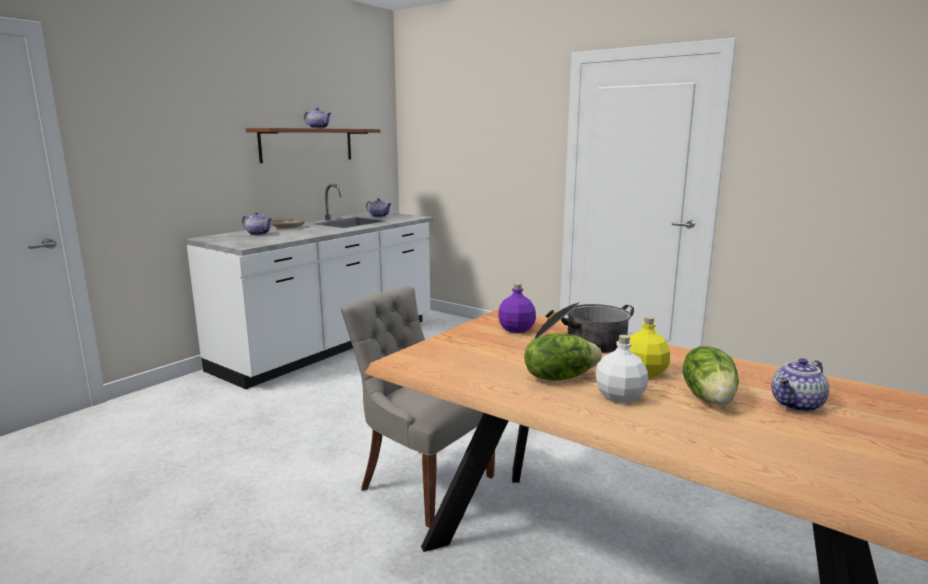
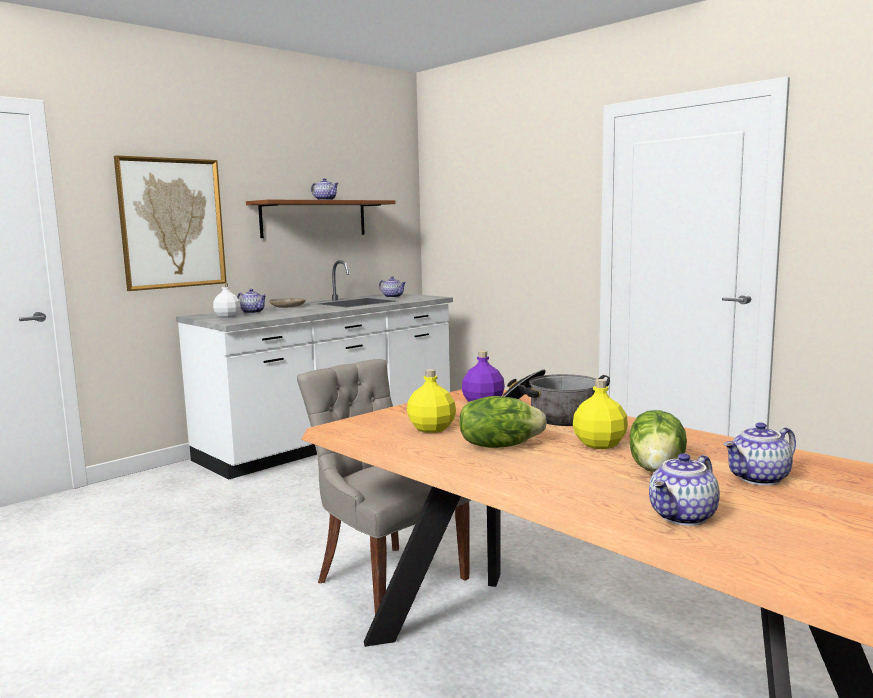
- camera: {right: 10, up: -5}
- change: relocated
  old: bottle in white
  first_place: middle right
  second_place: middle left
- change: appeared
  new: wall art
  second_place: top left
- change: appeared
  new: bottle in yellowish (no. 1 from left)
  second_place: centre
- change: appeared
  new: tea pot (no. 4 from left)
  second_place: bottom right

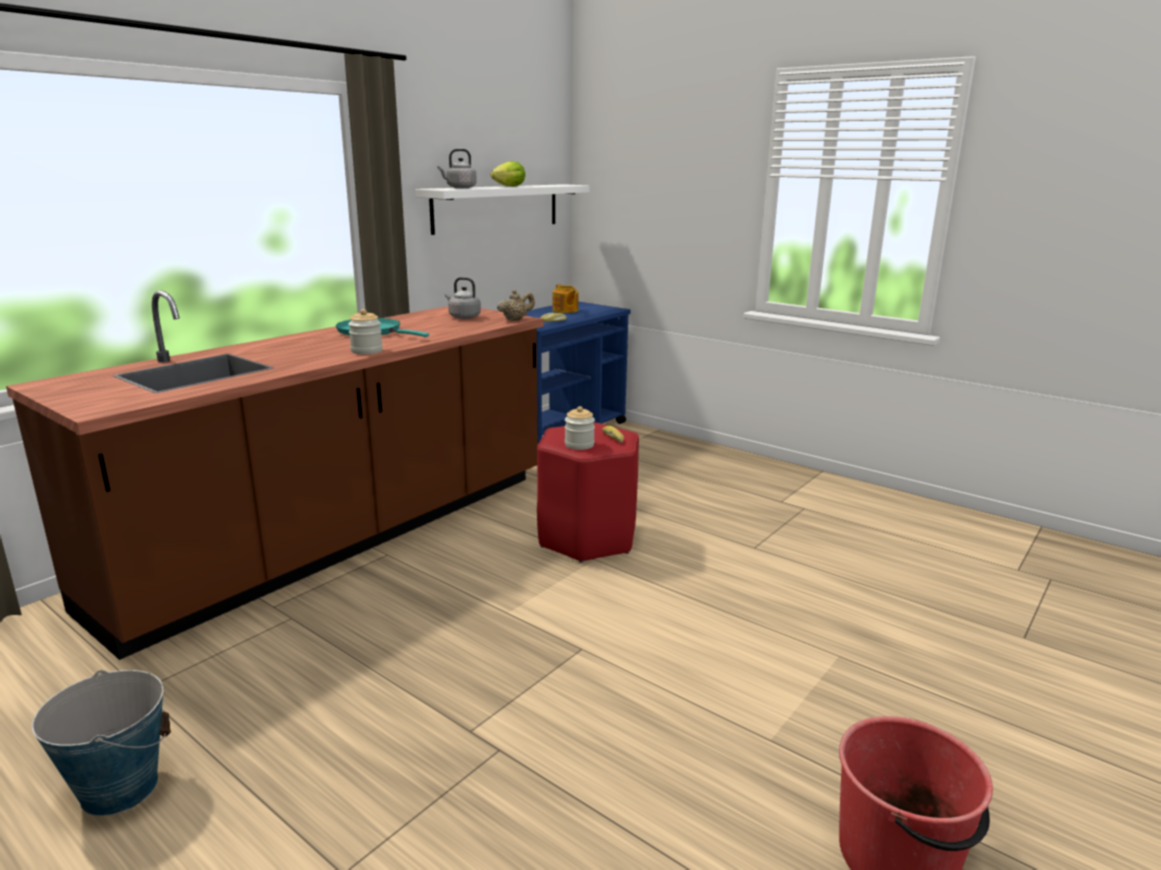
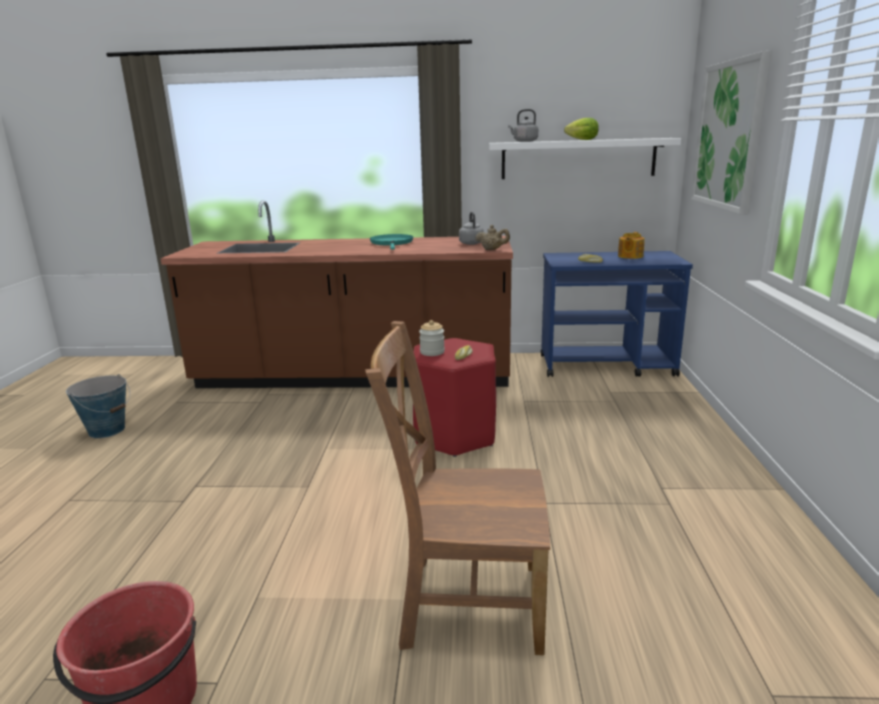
- camera: {right: 55, up: 0}
- change: missing
  old: preserve jar (no. 1 from left)
  first_place: middle left
- change: appeared
  new: wall art
  second_place: top right
- change: appeared
  new: plain chair in brown
  second_place: bottom centre

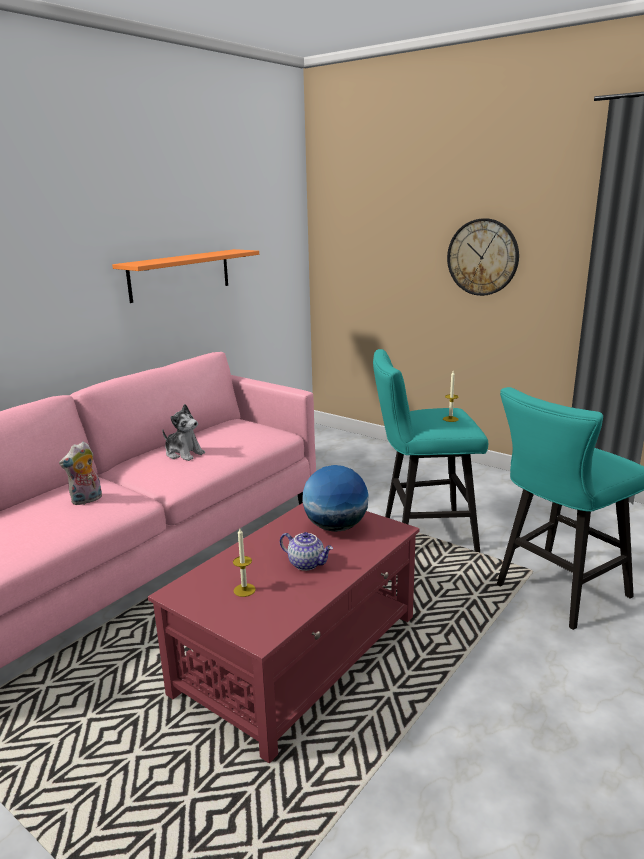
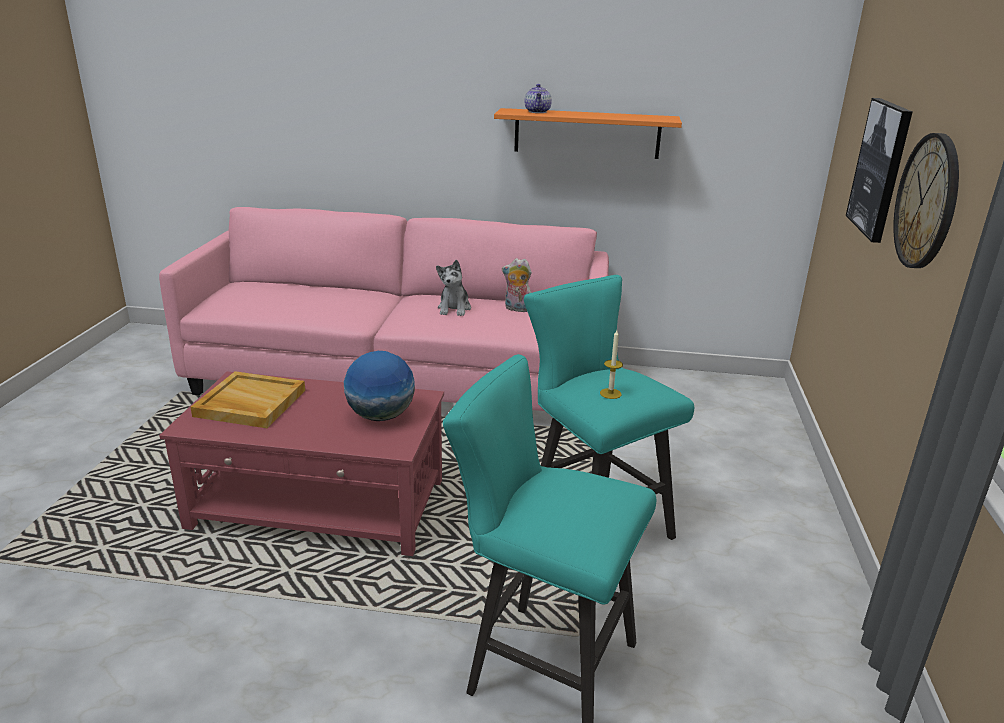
- camera: {right: 60, up: 5}
- change: relocated
  old: plush toy (no. 1 from left in the first image)
  new: plush toy (no. 2 from left)
  first_place: middle left
  second_place: centre
- change: exchanged
  old: wax candle (no. 1 from left)
  new: carrying tray in beige-coloured
  first_place: centre
  second_place: middle left
- change: relocated
  old: tea pot
  first_place: centre
  second_place: top centre
- change: appeared
  new: wall art
  second_place: top right

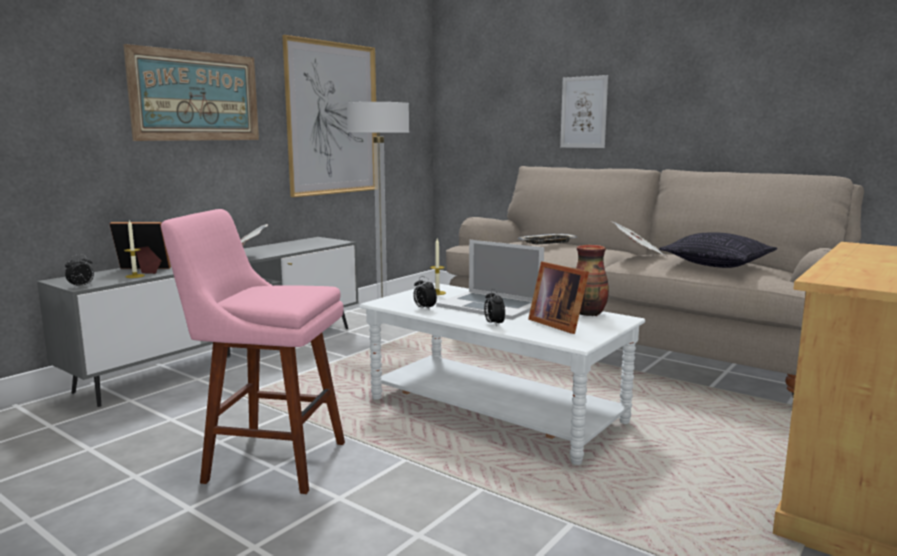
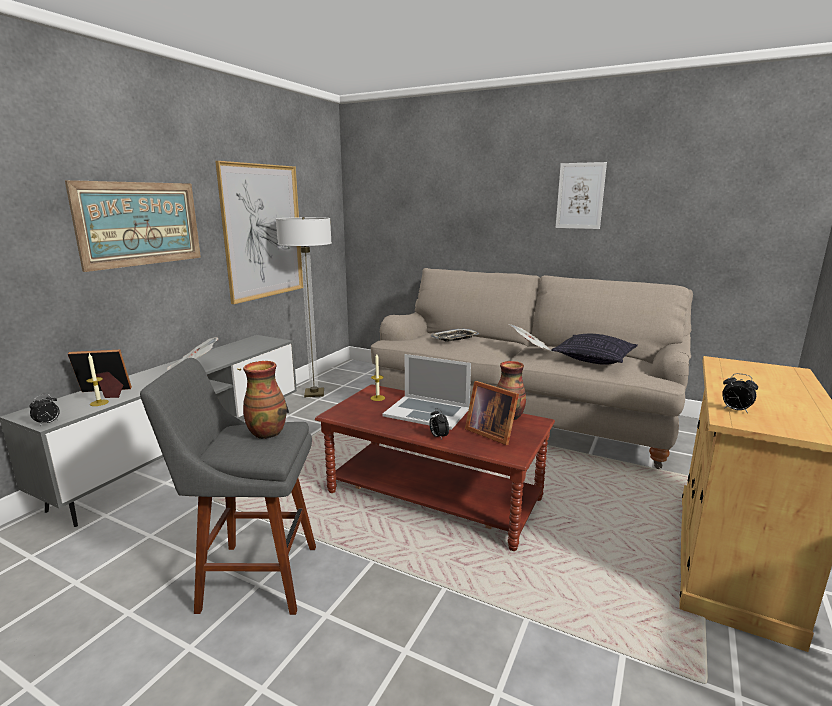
- camera: {right: -10, up: 5}
- change: relocated
  old: wall art (no. 3 from left)
  first_place: top centre
  second_place: top right
- change: colour
  old: sitting stool in pink
  new: sitting stool in gray
  first_place: middle left
  second_place: bottom left
- change: relocated
  old: table clock (no. 2 from left in the first image)
  new: table clock (no. 3 from left)
  first_place: centre
  second_place: middle right
- change: colour
  old: coffee table in white
  new: coffee table in brown
  first_place: bottom centre
  second_place: centre
- change: appeared
  new: vase (no. 1 from left)
  second_place: middle left

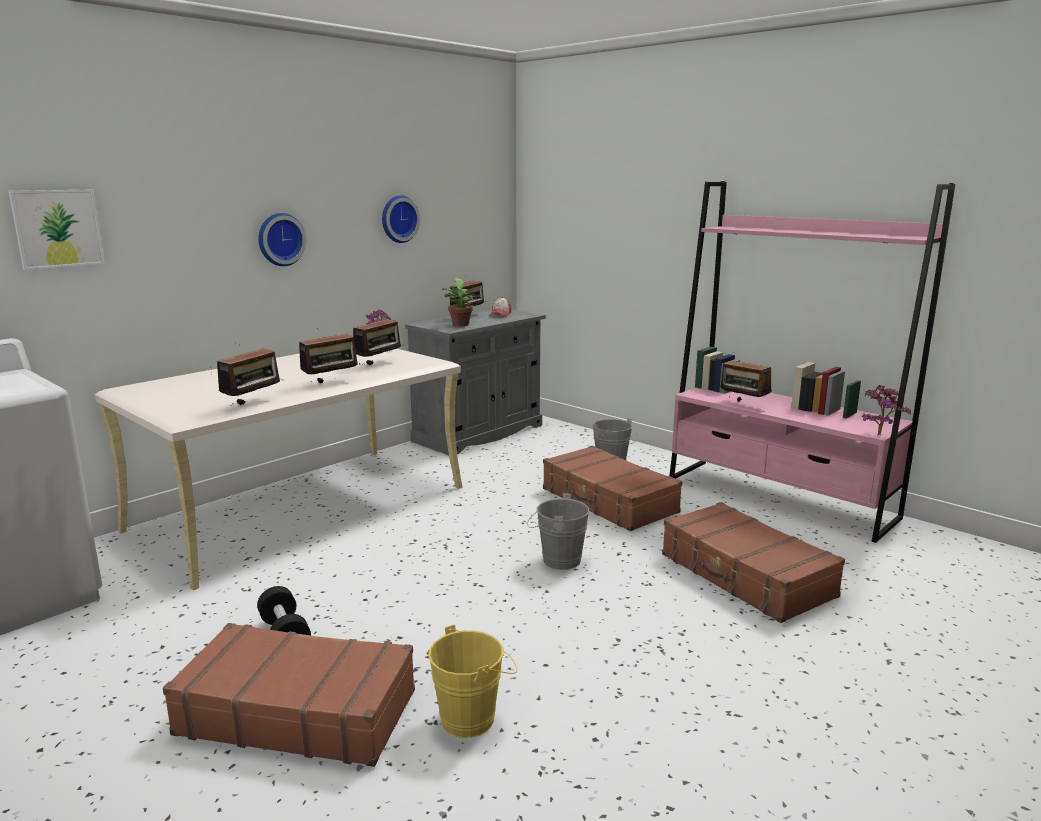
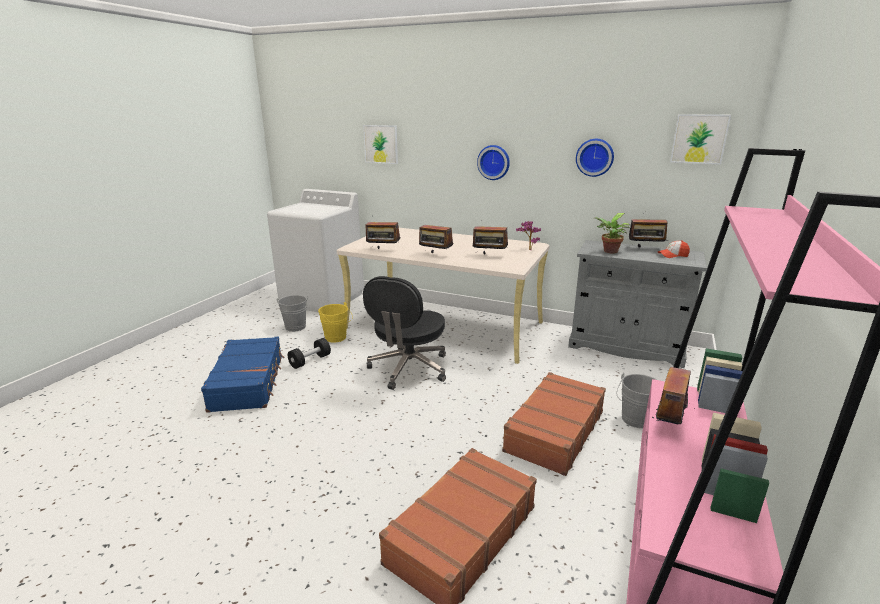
- camera: {right: 70, up: 5}
- change: missing
  old: potted plant (no. 3 from left)
  first_place: middle right
- change: relocated
  old: pail in gray (no. 1 from left)
  first_place: centre
  second_place: middle left
- change: colour
  old: travel case in brown (no. 1 from left)
  new: travel case in blue-coloured
  first_place: bottom left
  second_place: middle left
- change: relocated
  old: pail in yellowish
  first_place: bottom centre
  second_place: centre
- change: appeared
  new: wall art (no. 2 from left)
  second_place: top right
- change: appeared
  new: computer chair in black
  second_place: centre

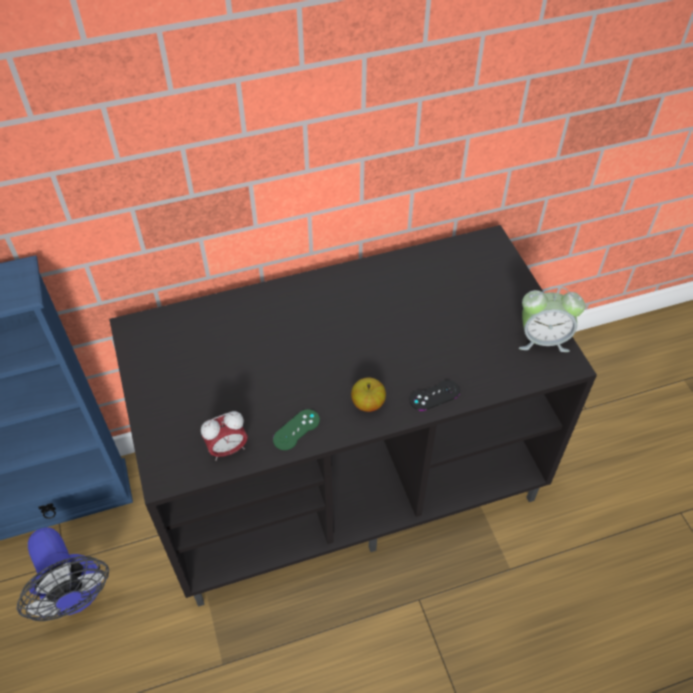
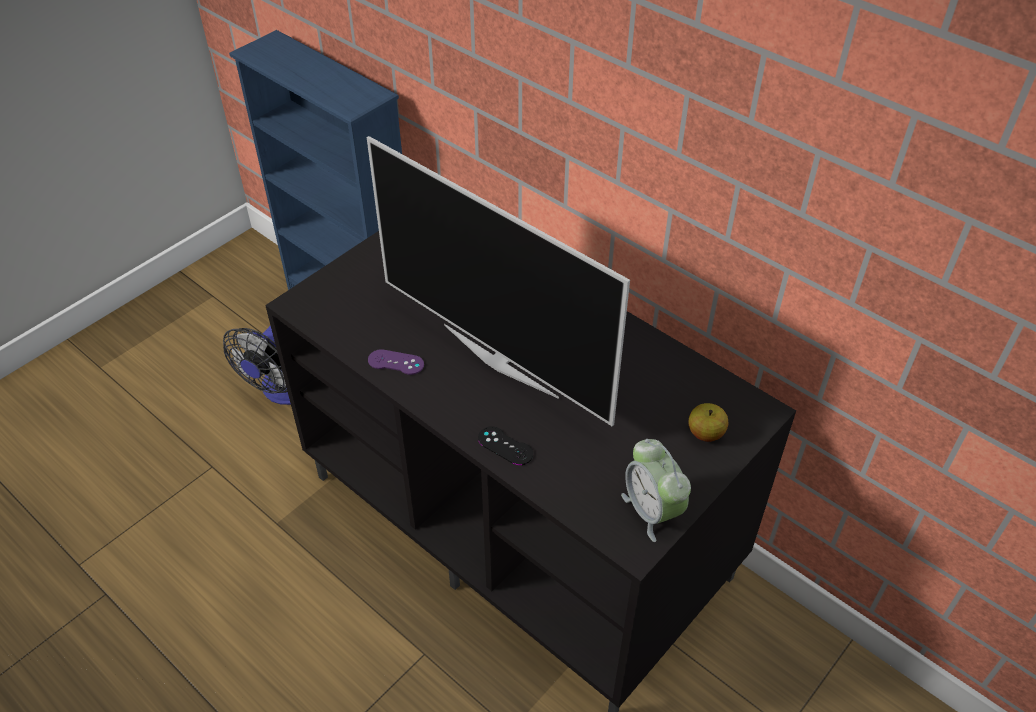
- camera: {right: 60, up: -5}
- change: relocated
  old: whole apple
  first_place: centre
  second_place: middle right
- change: colour
  old: gamepad in greenish
  new: gamepad in purple
  first_place: centre
  second_place: centre
- change: missing
  old: table clock (no. 1 from left)
  first_place: middle left
- change: appeared
  new: TV set
  second_place: centre

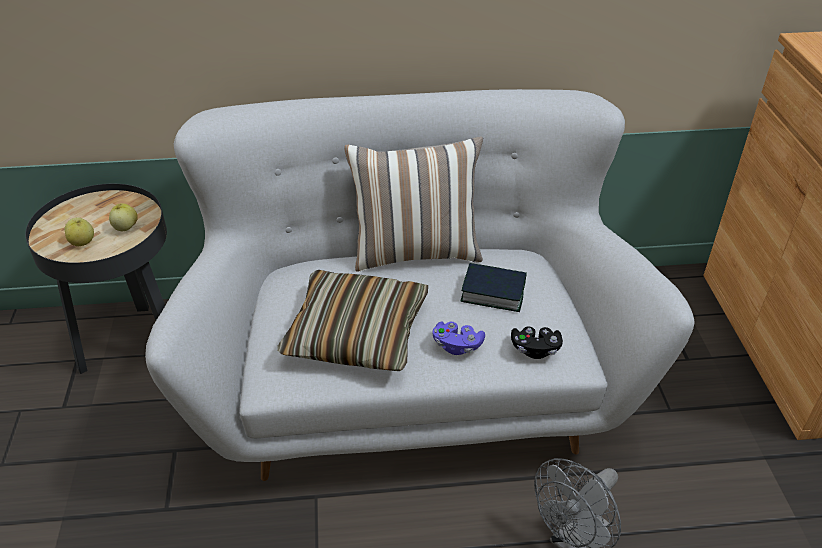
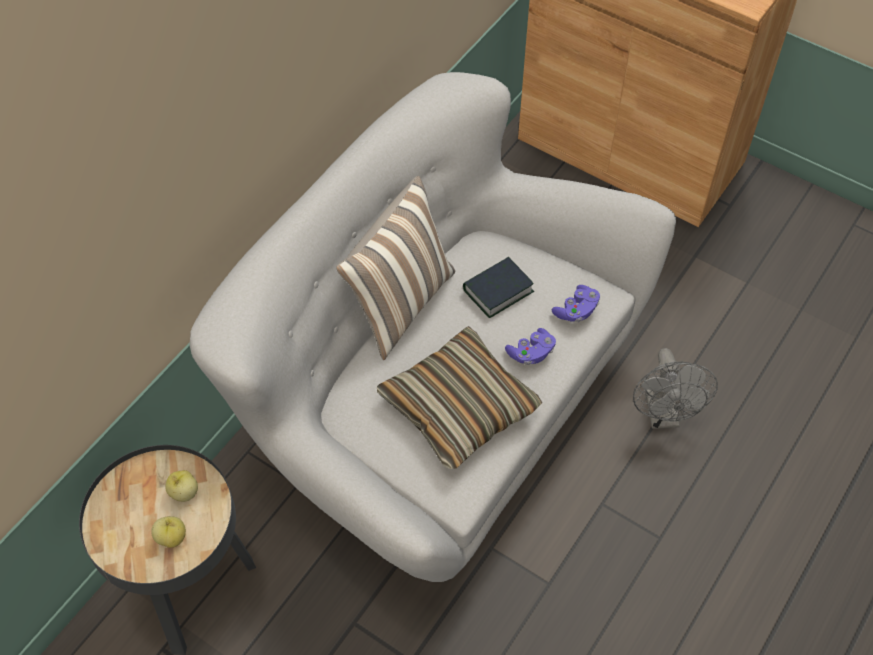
- camera: {right: -50, up: 15}
- change: colour
  old: gamepad in black
  new: gamepad in purple (no. 2 from left)
  first_place: centre
  second_place: centre

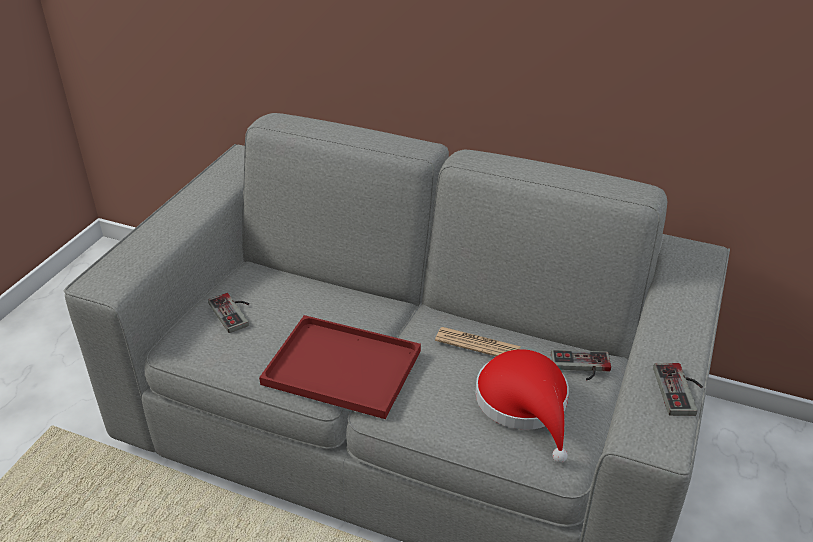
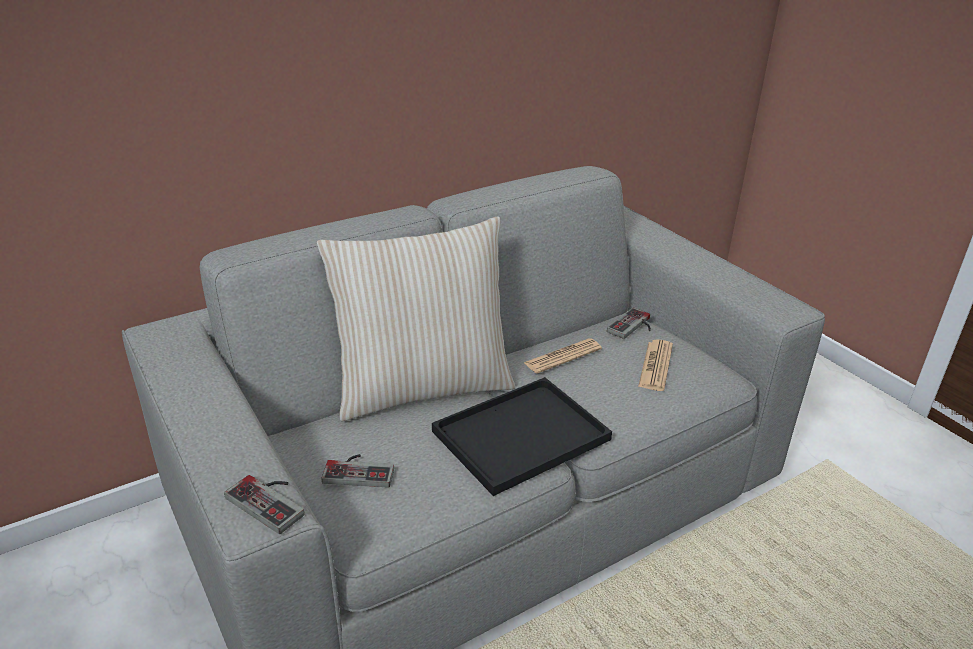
- camera: {right: -55, up: -5}
- change: colour
  old: carrying tray in red
  new: carrying tray in black
  first_place: bottom centre
  second_place: bottom centre
- change: exchanged
  old: hat in red
  new: daily paper (no. 2 from left)
  first_place: bottom centre
  second_place: middle right
- change: relocated
  old: gamepad (no. 3 from left in the first image)
  new: gamepad (no. 1 from left)
  first_place: bottom right
  second_place: bottom left
- change: appeared
  new: throw pillow in beige-coloured
  second_place: centre

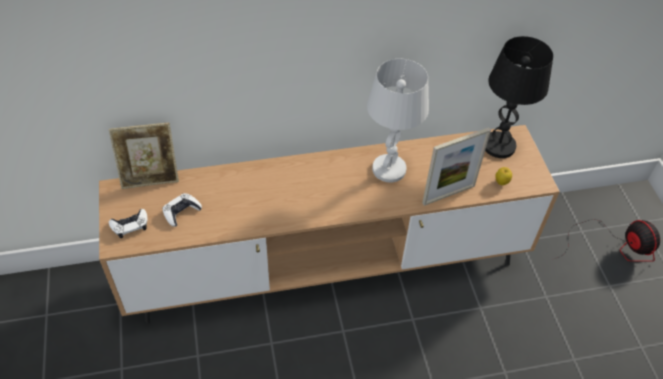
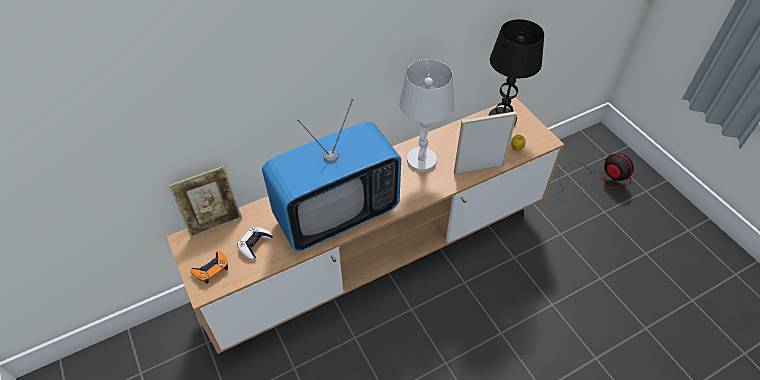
- camera: {right: -15, up: 0}
- change: spun
  old: picture frame (no. 2 from left)
  first_place: middle right
  second_place: centre
  degrees: -150
- change: colour
  old: gamepad in white (no. 1 from left)
  new: gamepad in orange-coloured
  first_place: middle left
  second_place: bottom left
- change: appeared
  new: TV set
  second_place: centre

